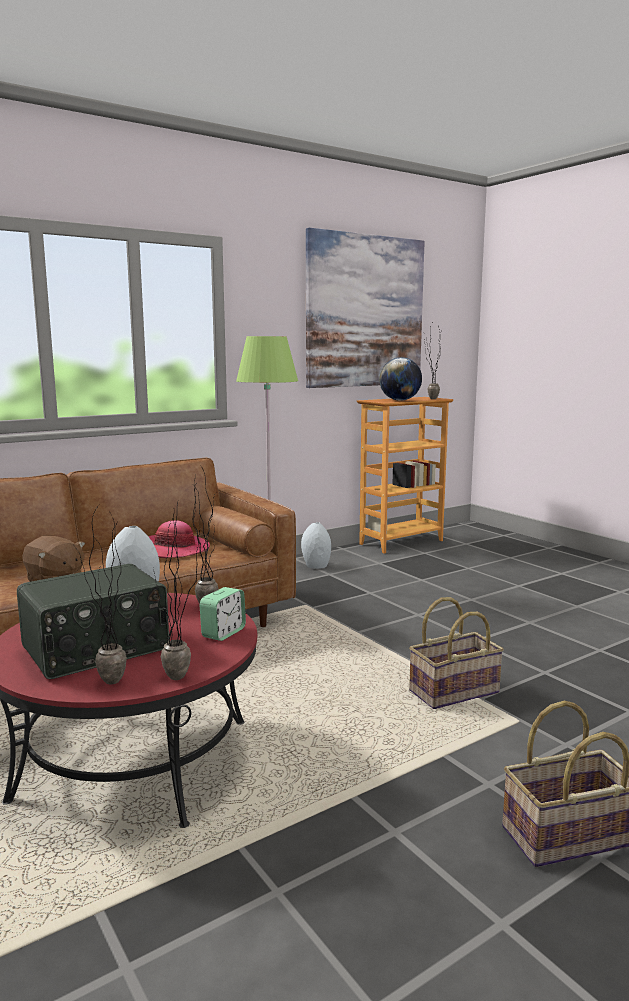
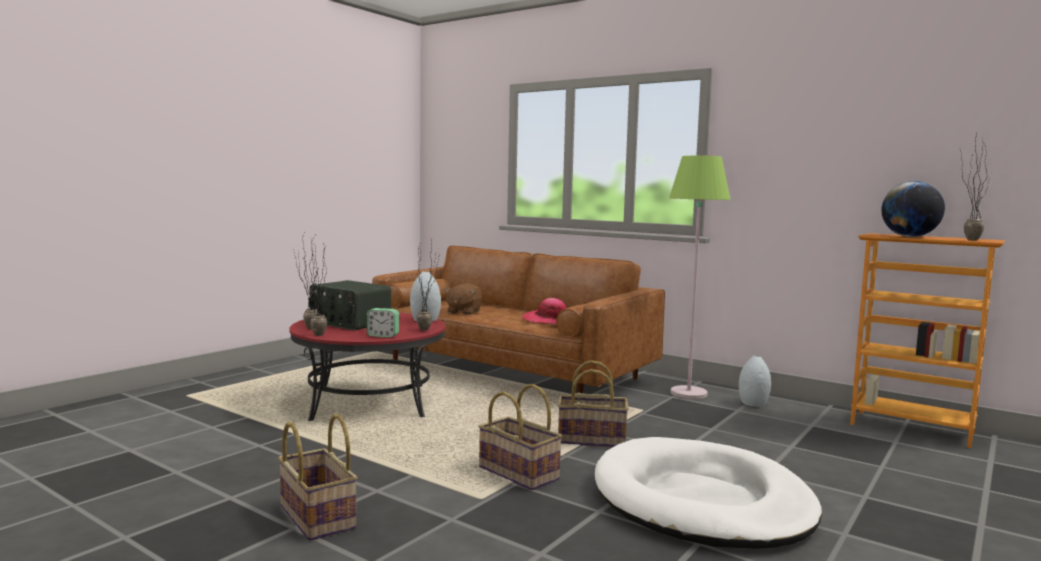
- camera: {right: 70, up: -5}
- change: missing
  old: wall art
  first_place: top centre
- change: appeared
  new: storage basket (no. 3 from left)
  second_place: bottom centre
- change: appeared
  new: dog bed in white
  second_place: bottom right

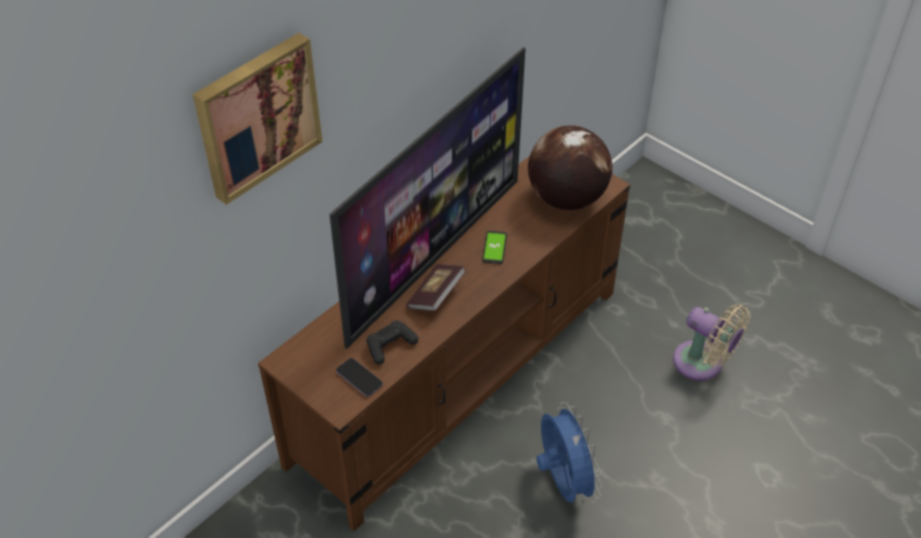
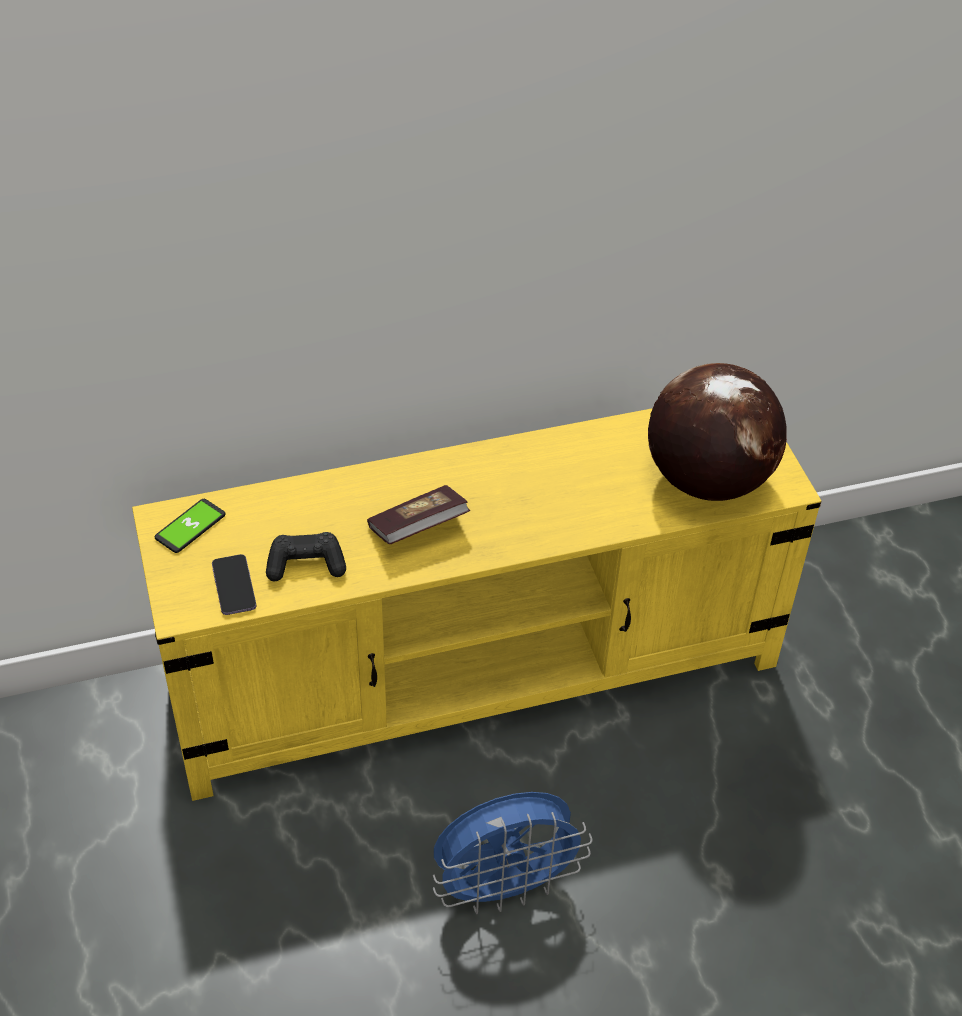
- camera: {right: 30, up: 0}
- change: missing
  old: wall art
  first_place: top left
- change: missing
  old: TV set
  first_place: centre
- change: colour
  old: media console in brown
  new: media console in yellowish
  first_place: centre
  second_place: centre
- change: relocated
  old: phone (no. 2 from left in the first image)
  new: phone (no. 1 from left)
  first_place: centre
  second_place: middle left
- change: missing
  old: fan in beige-coloured
  first_place: middle right
- change: spun
  old: fan in blue-coloured
  first_place: bottom centre
  second_place: bottom centre
  degrees: 60

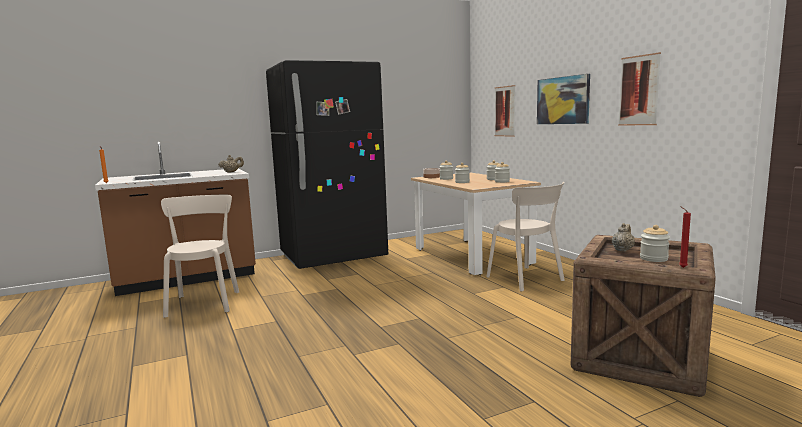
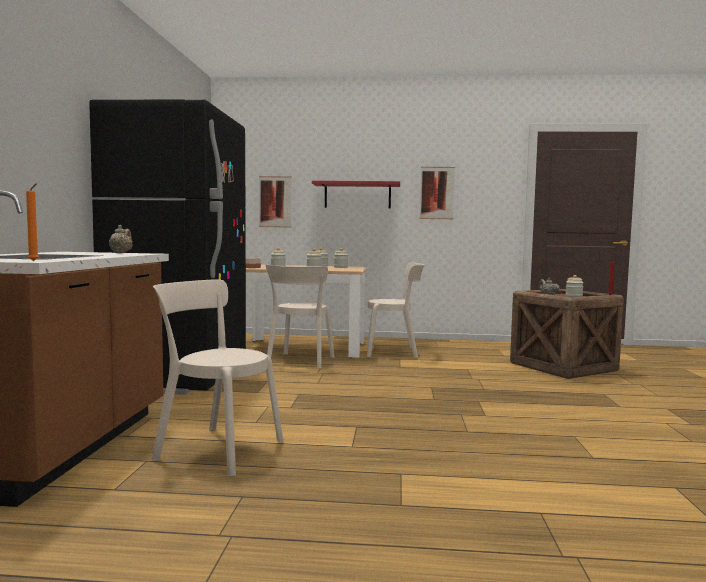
- camera: {right: -60, up: -5}
- change: exchanged
  old: wall art (no. 2 from left)
  new: shelf in red
  first_place: top right
  second_place: centre
- change: appeared
  new: plain chair in beige-coloured (no. 2 from left)
  second_place: centre

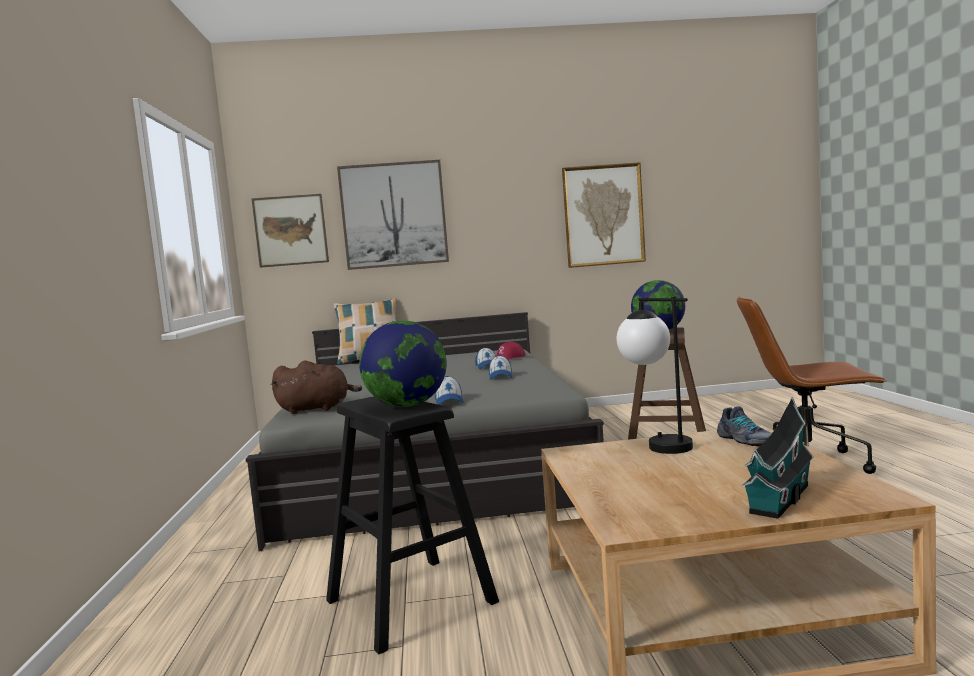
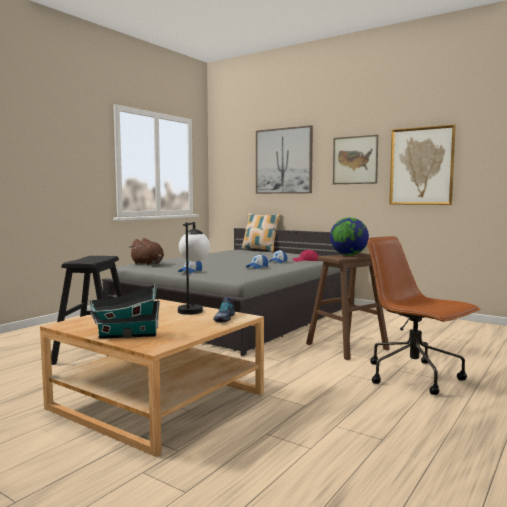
- camera: {right: 40, up: 0}
- change: relocated
  old: wall art (no. 1 from left in the first image)
  new: wall art (no. 2 from left)
  first_place: middle left
  second_place: top right
- change: missing
  old: world globe (no. 1 from left)
  first_place: centre

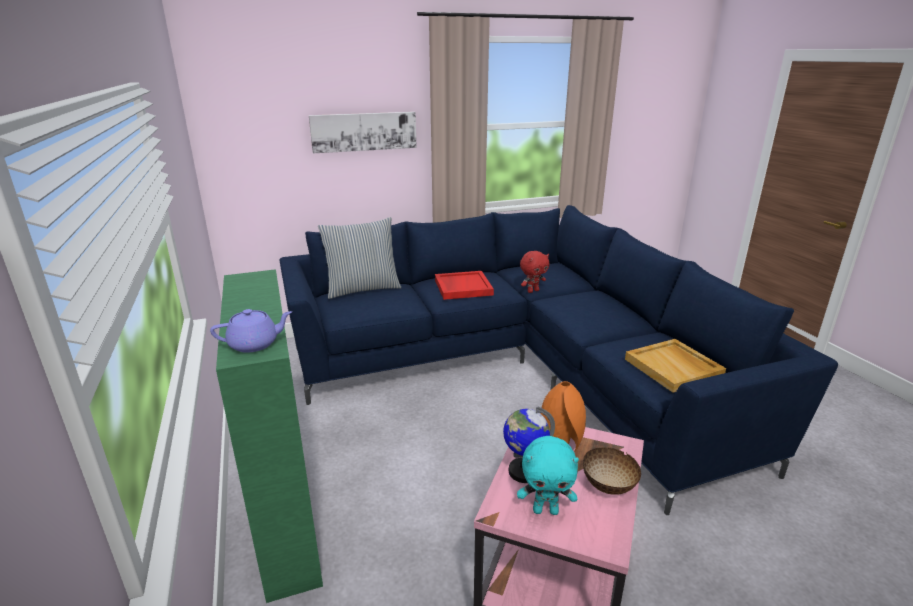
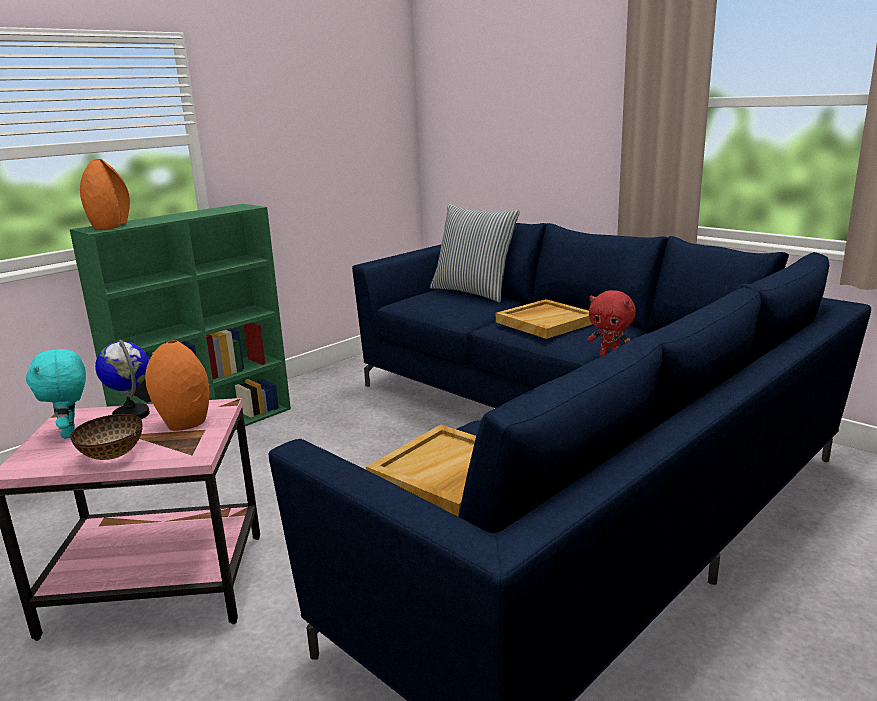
- camera: {right: 65, up: -5}
- change: missing
  old: wall art
  first_place: top centre
- change: colour
  old: carrying tray in red
  new: carrying tray in beige-coloured (no. 2 from left)
  first_place: centre
  second_place: centre
- change: exchanged
  old: tea pot in purple
  new: vase in orange-coloured (no. 1 from left)
  first_place: middle left
  second_place: top left

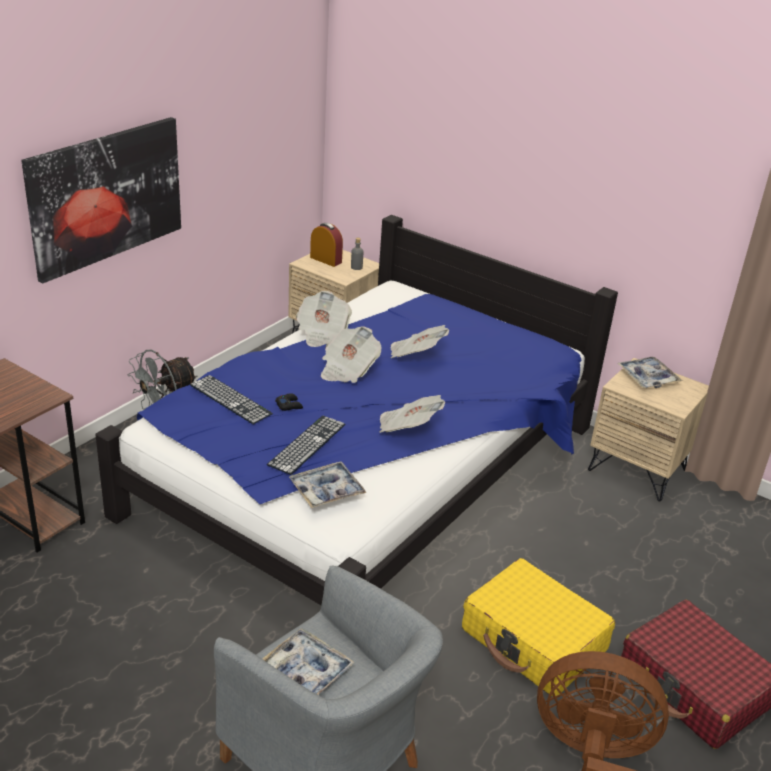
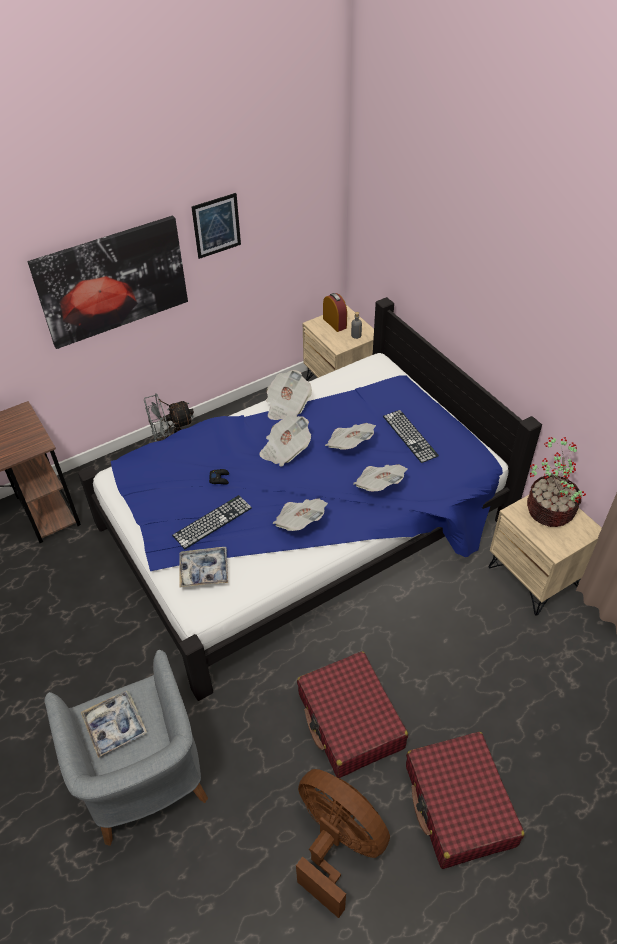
- camera: {right: 25, up: 15}
- change: exchanged
  old: carrying tray (no. 3 from left)
  new: potted plant
  first_place: middle right
  second_place: middle right
- change: relocated
  old: keyboard (no. 1 from left in the first image)
  new: keyboard (no. 2 from left)
  first_place: middle left
  second_place: centre
- change: colour
  old: travel case in yellowish
  new: travel case in red (no. 1 from left)
  first_place: bottom right
  second_place: bottom centre
- change: appeared
  new: wall art (no. 2 from left)
  second_place: top centre
- change: appeared
  new: daily paper (no. 5 from left)
  second_place: centre

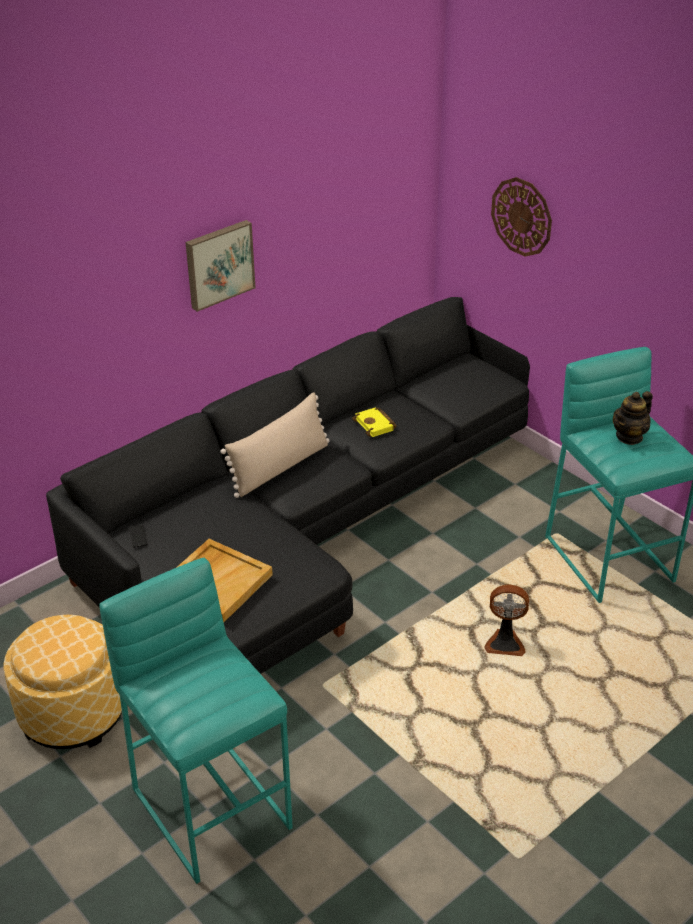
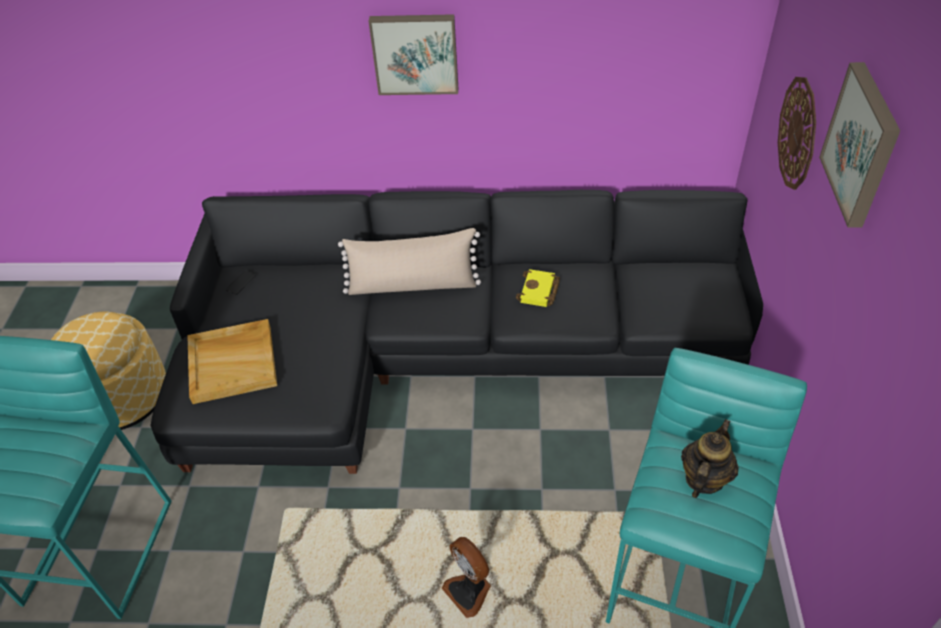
- camera: {right: 45, up: 10}
- change: spun
  old: tea pot
  first_place: middle right
  second_place: bottom right
  degrees: 120
- change: appeared
  new: wall art (no. 2 from left)
  second_place: top right

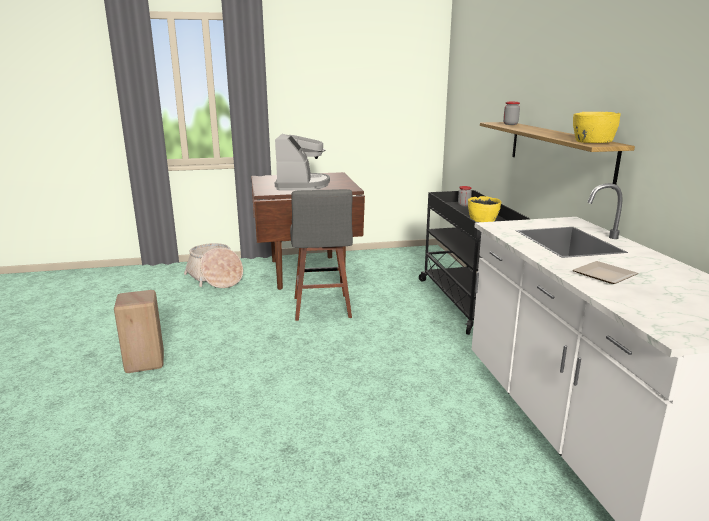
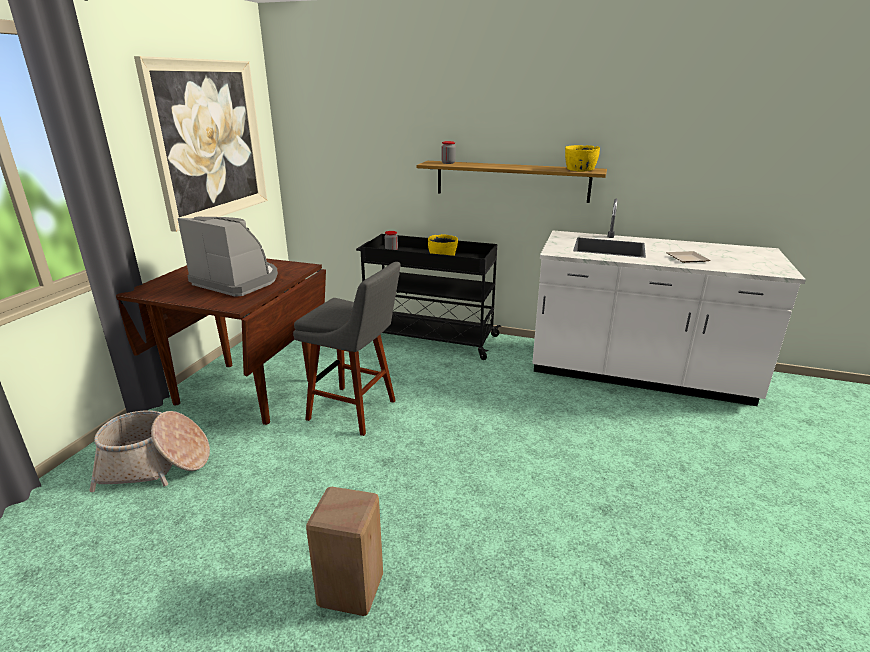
- camera: {right: -60, up: 5}
- change: appeared
  new: wall art
  second_place: top left

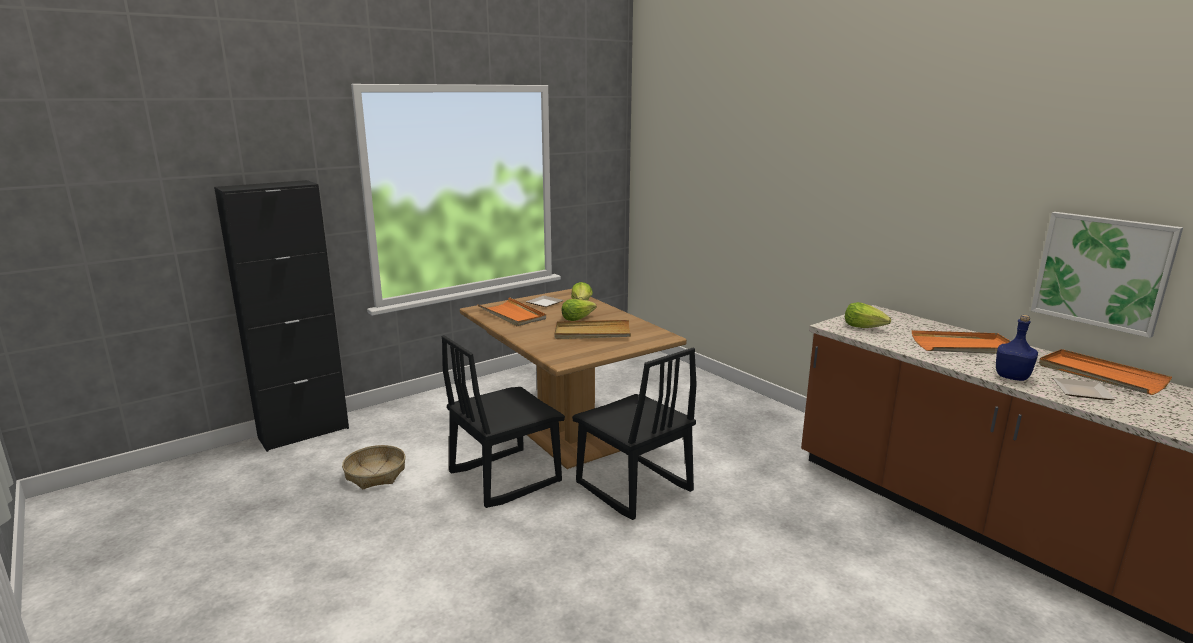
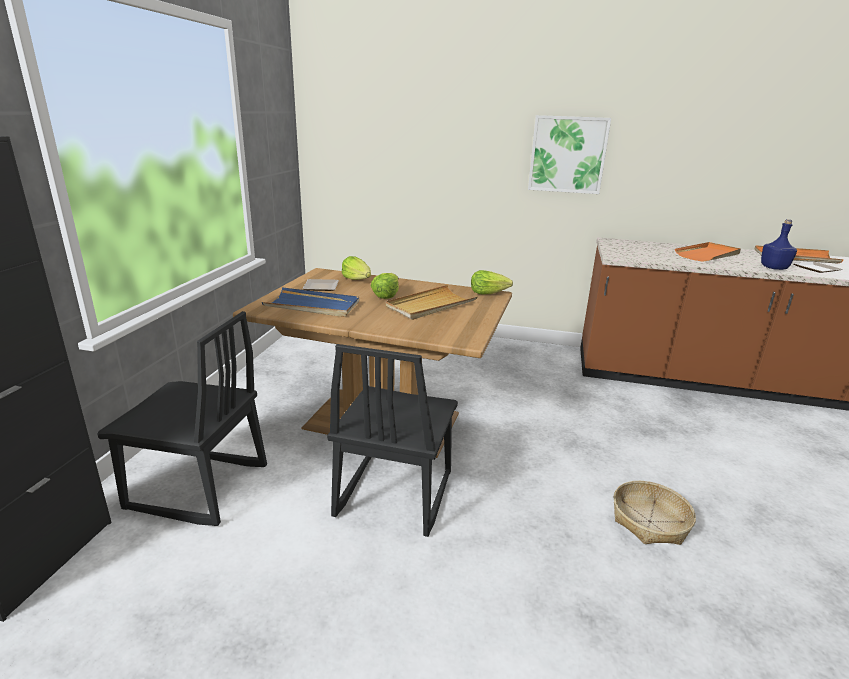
- camera: {right: -40, up: 5}
- change: relocated
  old: wall art
  first_place: middle right
  second_place: top right
- change: colour
  old: carrying tray in orange-coloured (no. 1 from left)
  new: carrying tray in blue-coloured
  first_place: centre
  second_place: centre
- change: relocated
  old: lettuce (no. 3 from left)
  first_place: middle right
  second_place: centre
- change: relocated
  old: plain chair in black (no. 2 from left in the first image)
  new: plain chair in black (no. 1 from left)
  first_place: bottom centre
  second_place: middle left
- change: relocated
  old: storage basket
  first_place: bottom left
  second_place: bottom right

